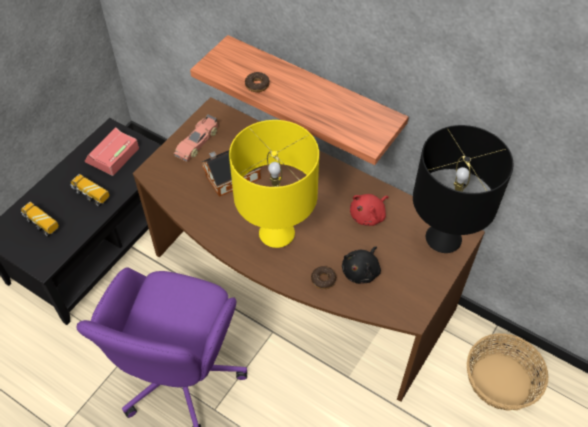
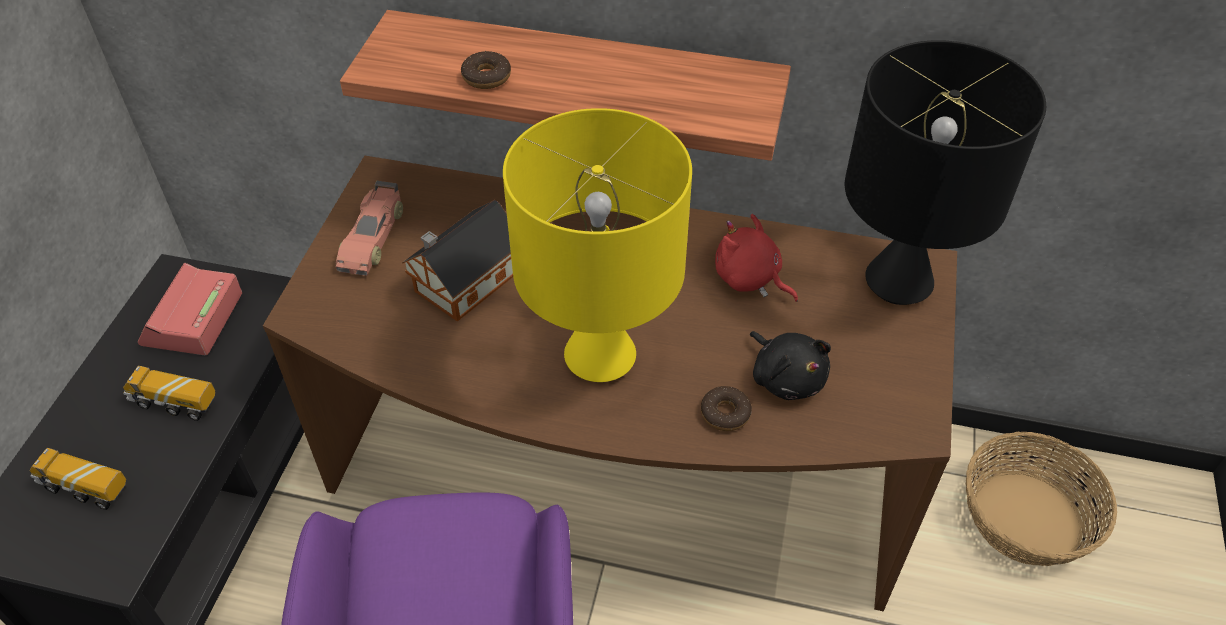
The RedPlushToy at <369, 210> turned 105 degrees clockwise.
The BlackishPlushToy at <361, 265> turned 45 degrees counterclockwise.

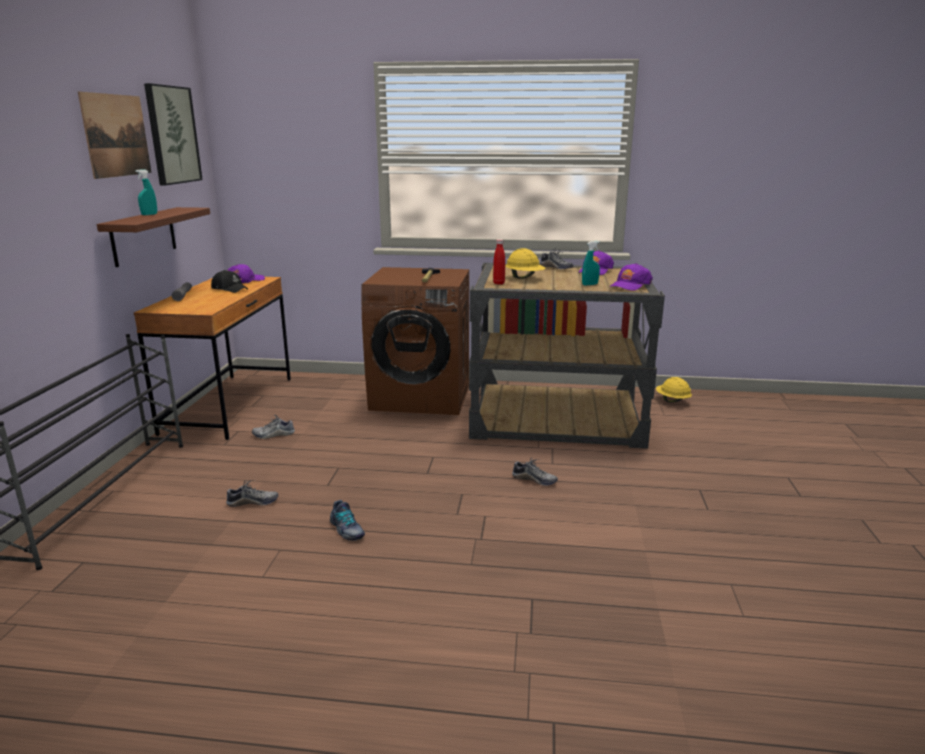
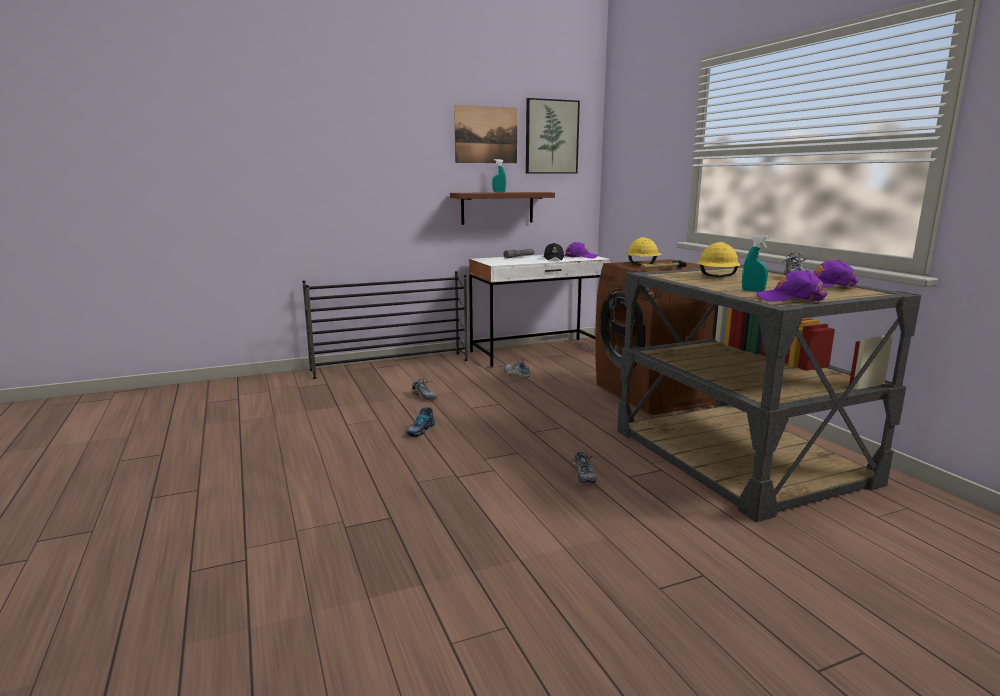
The RedDrinkBottle at <499, 262> disappeared.
The BrownColouredDesk at <212, 358> became the WhitishDesk at <540, 310>.
The YellowSafetyHelmet moved from <674, 390> to <644, 251>.

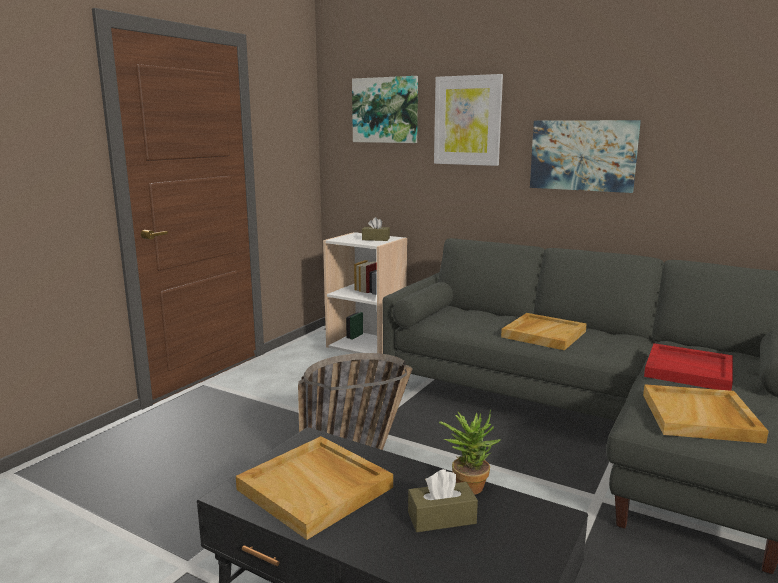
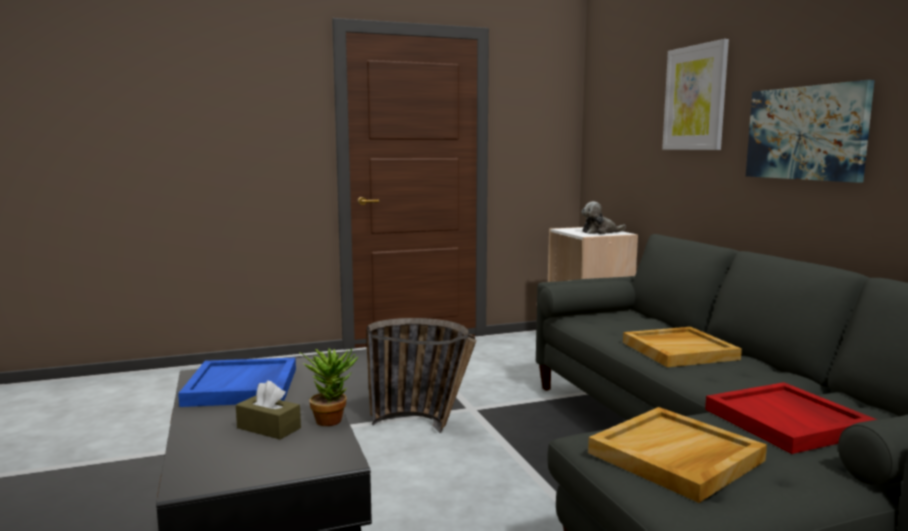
The Picture at <385, 109> disappeared.
The BrownColouredTissueHolder at <376, 229> was replaced by the PlushToy at <603, 218>.
The BeigeColouredCarryingTray at <314, 488> became the BlueColouredCarryingTray at <237, 382>.

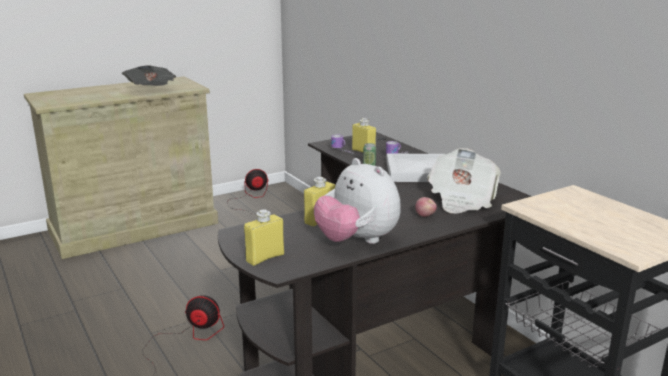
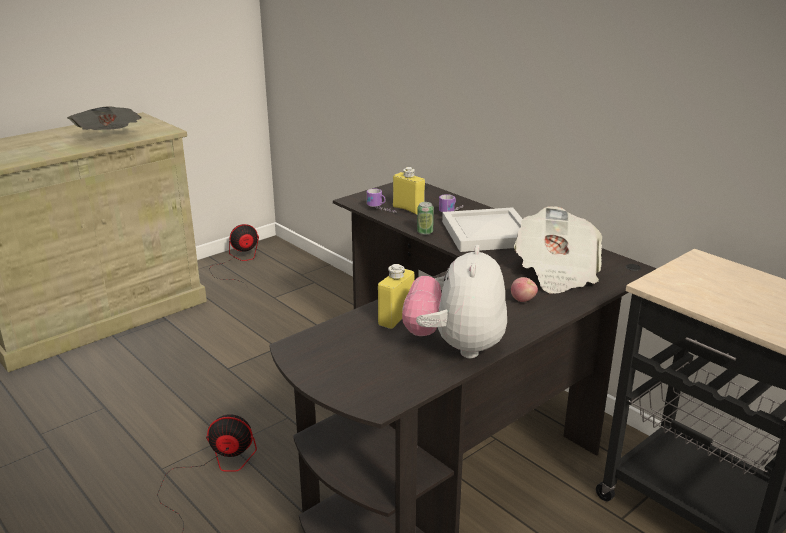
The PlushToy at <357, 201> turned 60 degrees clockwise.
The YellowDrinkBottle at <264, 237> disappeared.

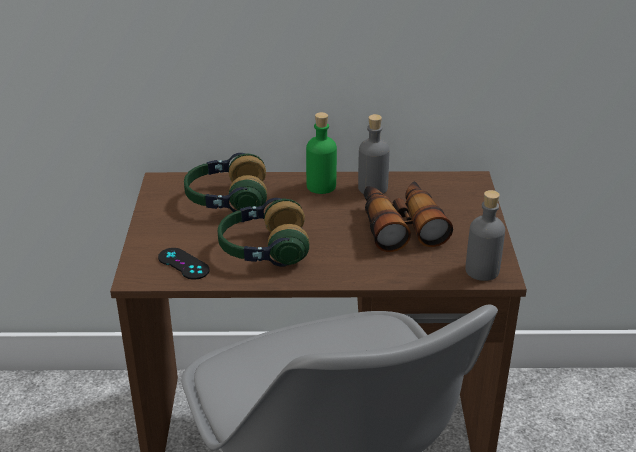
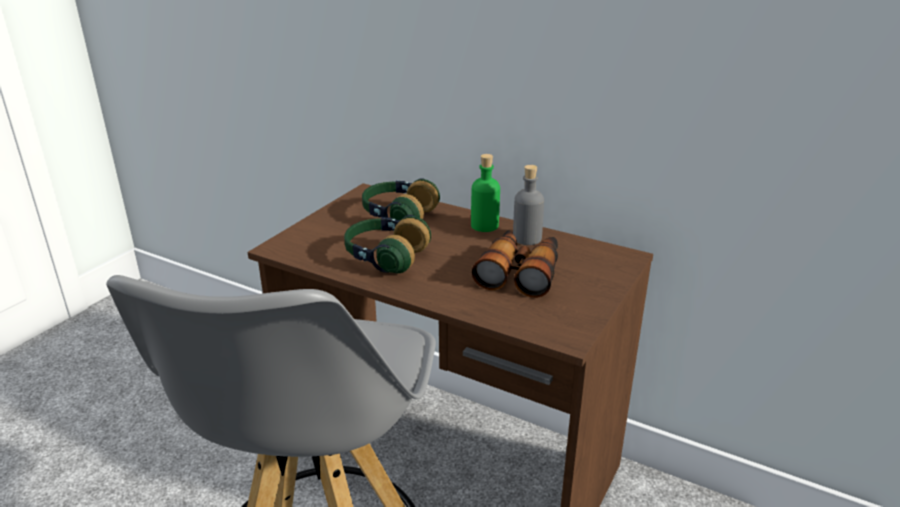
The GreyishDrinkBottle at <485, 235> disappeared.
The BlackishGamepad at <184, 264> disappeared.

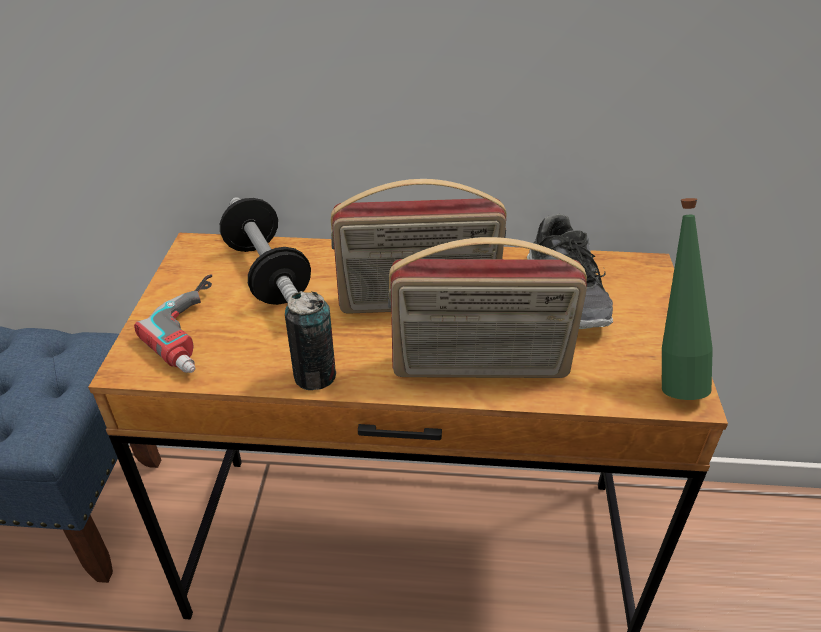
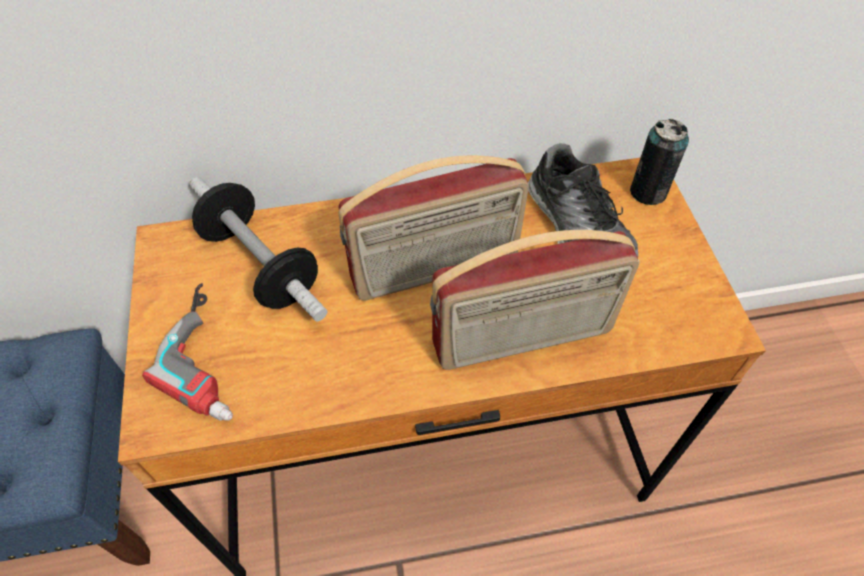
The GreenDrinkBottle at <687, 299> disappeared.
The SealedCan moved from <310, 340> to <659, 162>.

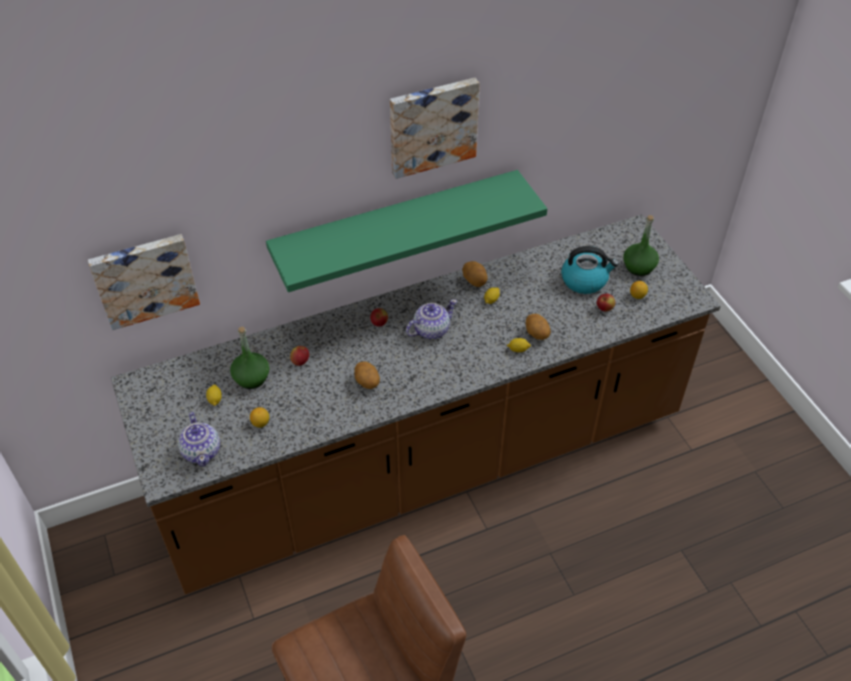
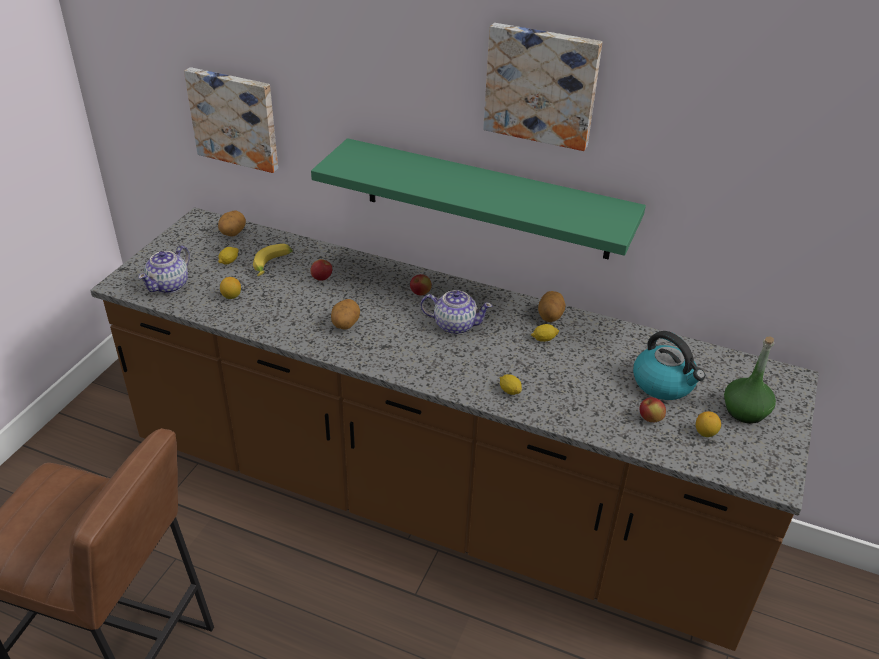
The WholePotato moved from <538, 327> to <232, 224>.
The GreenDrinkBottle at <249, 358> was replaced by the Banana at <272, 260>.

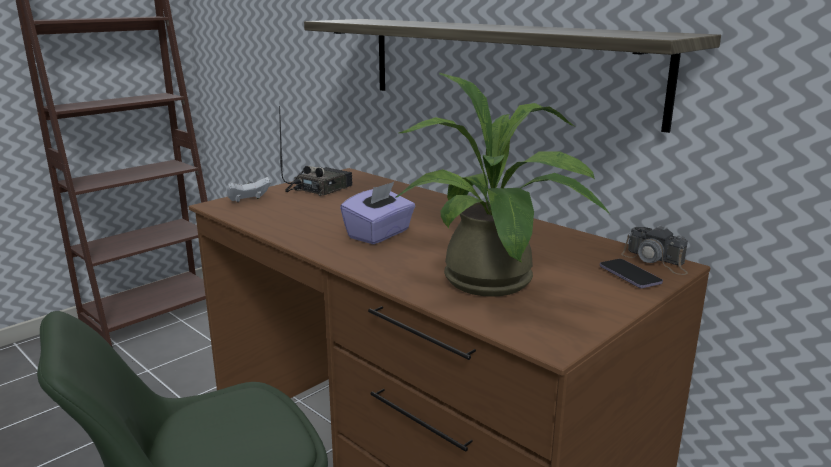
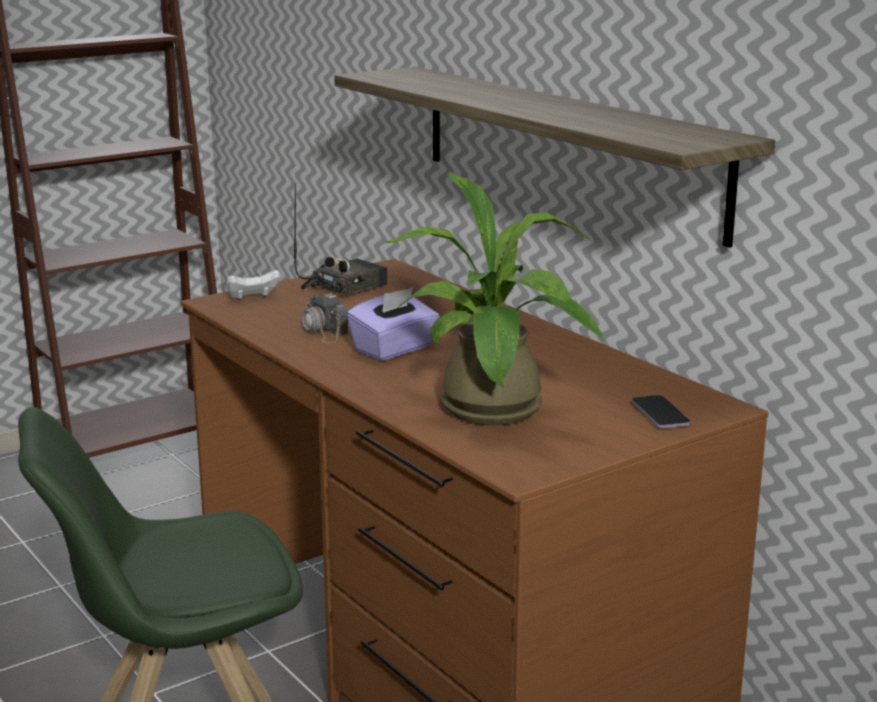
The PhotoCamera moved from <654, 250> to <323, 318>.

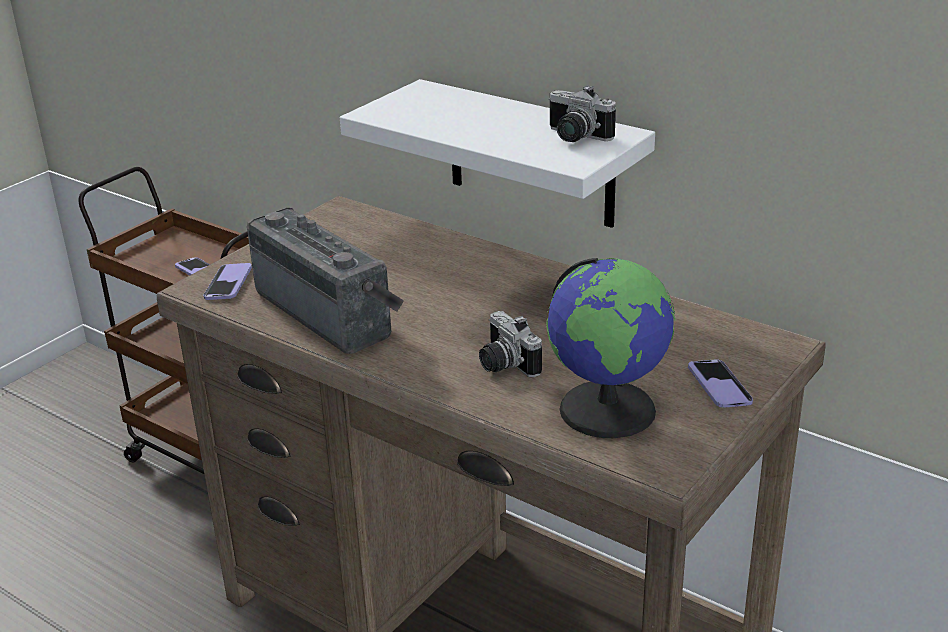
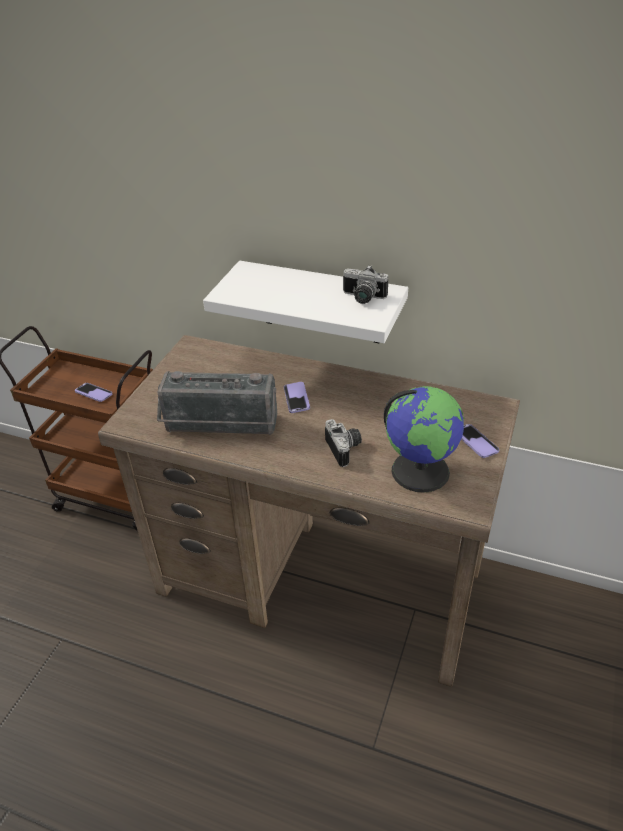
The RadioSet at <325, 281> turned 150 degrees clockwise.
The Handset moved from <227, 281> to <297, 397>.
The PhotoCamera at <510, 344> turned 150 degrees counterclockwise.

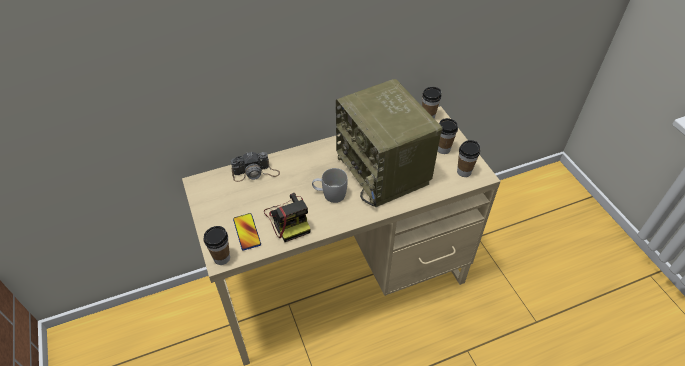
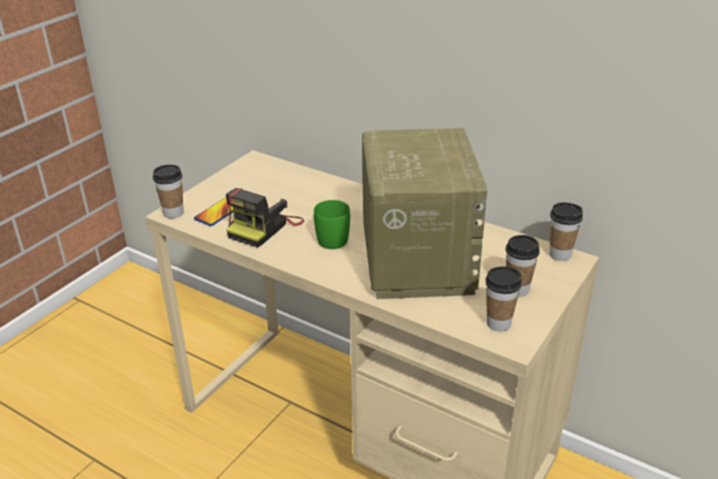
The RadioSet at <389, 143> turned 150 degrees clockwise.
The PhotoCamera at <255, 166> disappeared.
The WhitishMug at <330, 185> became the GreenMug at <332, 224>.

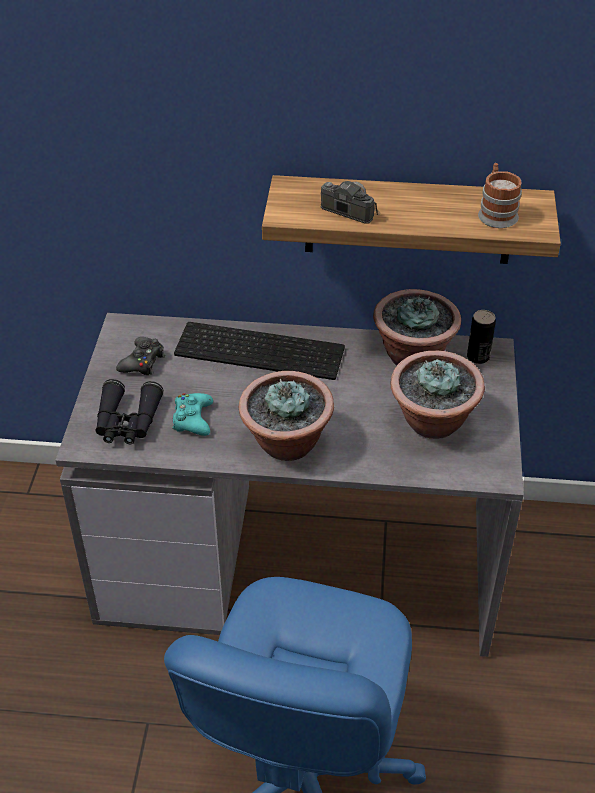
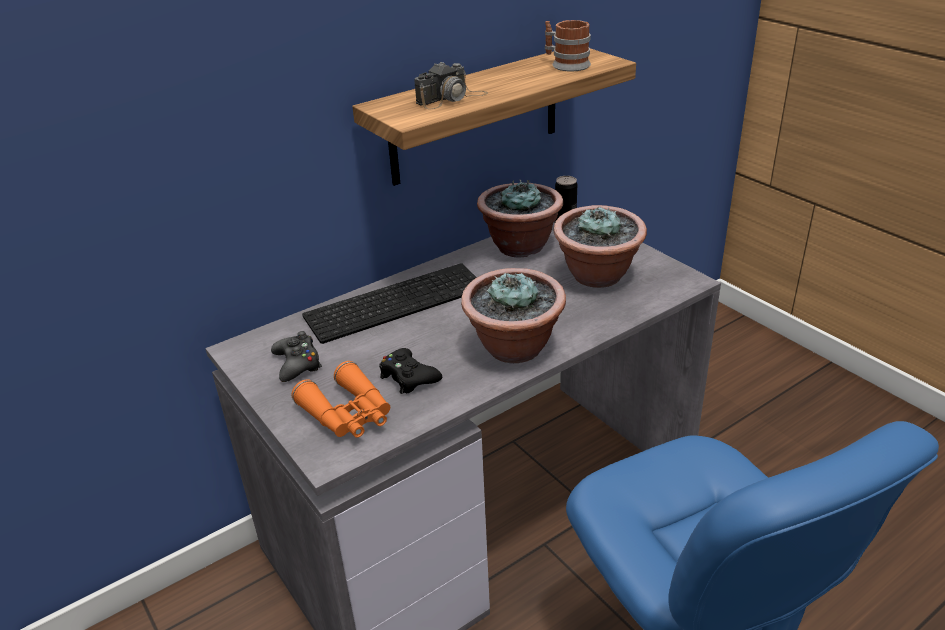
The PhotoCamera at <350, 202> turned 150 degrees clockwise.
The BlackishBinoculars at <129, 411> became the OrangeColouredBinoculars at <340, 399>.
The TurquoiseGamepad at <192, 414> became the BlackishGamepad at <410, 371>.

